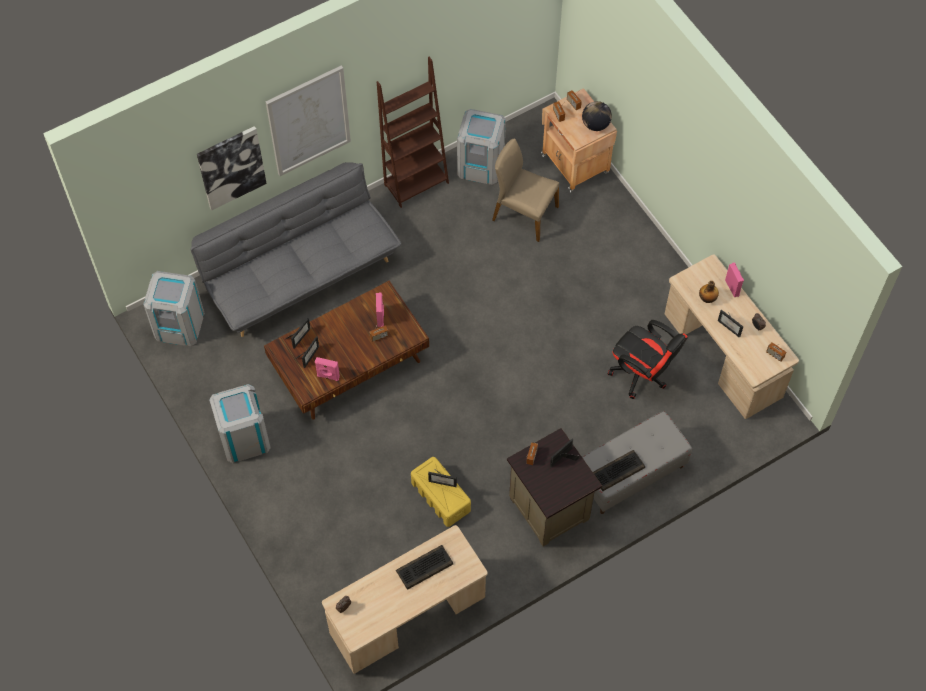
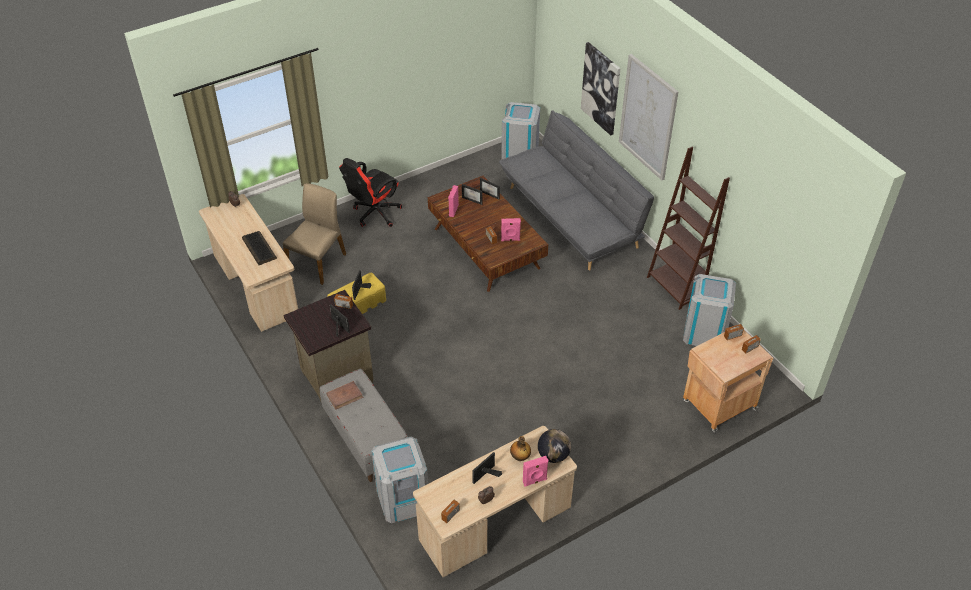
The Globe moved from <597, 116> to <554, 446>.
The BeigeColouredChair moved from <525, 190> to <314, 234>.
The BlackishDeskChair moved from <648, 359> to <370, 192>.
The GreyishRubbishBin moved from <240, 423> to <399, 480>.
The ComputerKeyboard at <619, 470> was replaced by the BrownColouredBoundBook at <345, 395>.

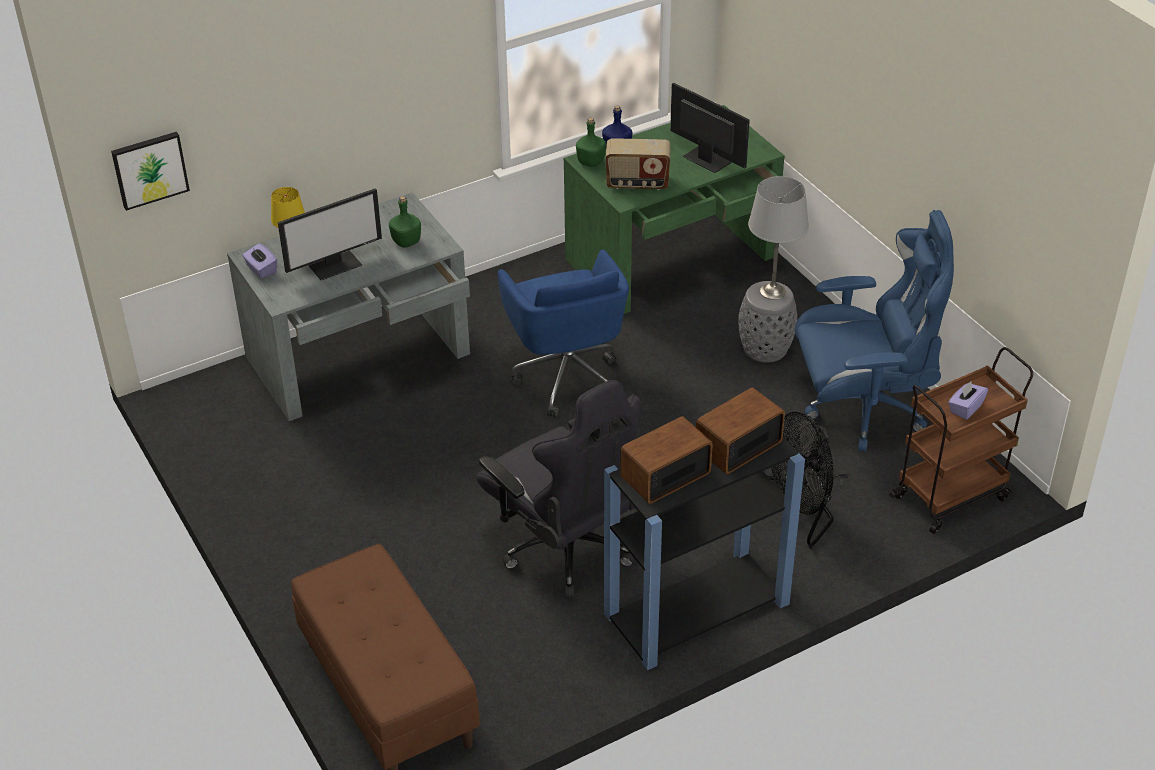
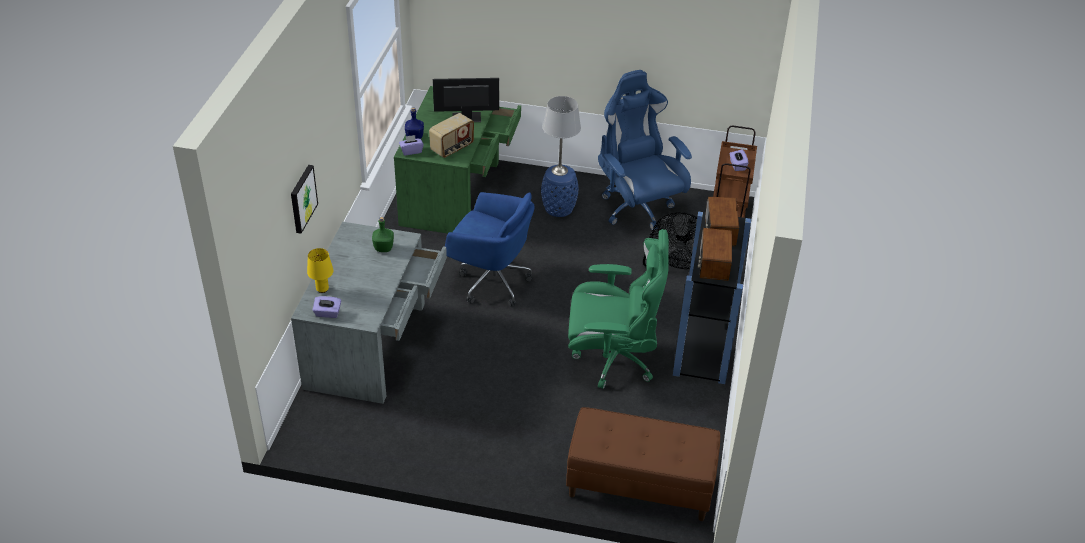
The GreenDrinkBottle at <591, 142> was replaced by the PurplishTissueHolder at <411, 145>.
The Picture moved from <150, 171> to <304, 199>.
The ComputerDisplay at <330, 234> disappeared.
The BlueColouredDeskChair at <874, 331> turned 60 degrees counterclockwise.
The GreyishStoolSeat at <767, 321> became the BlueColouredStoolSeat at <560, 191>.
The BlackishDeskChair at <558, 489> became the GreenDeskChair at <618, 309>.

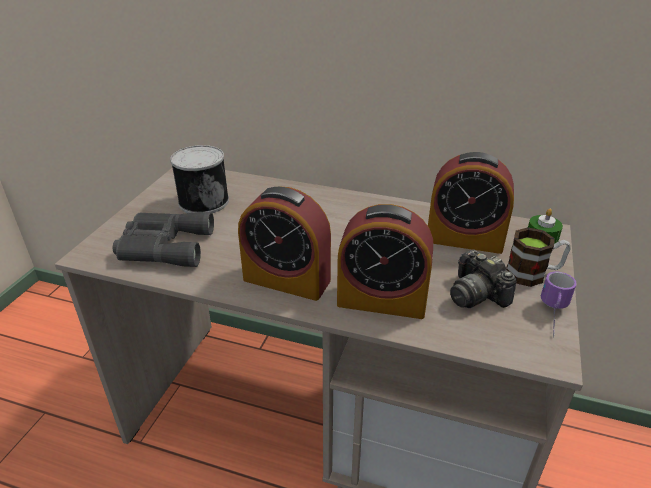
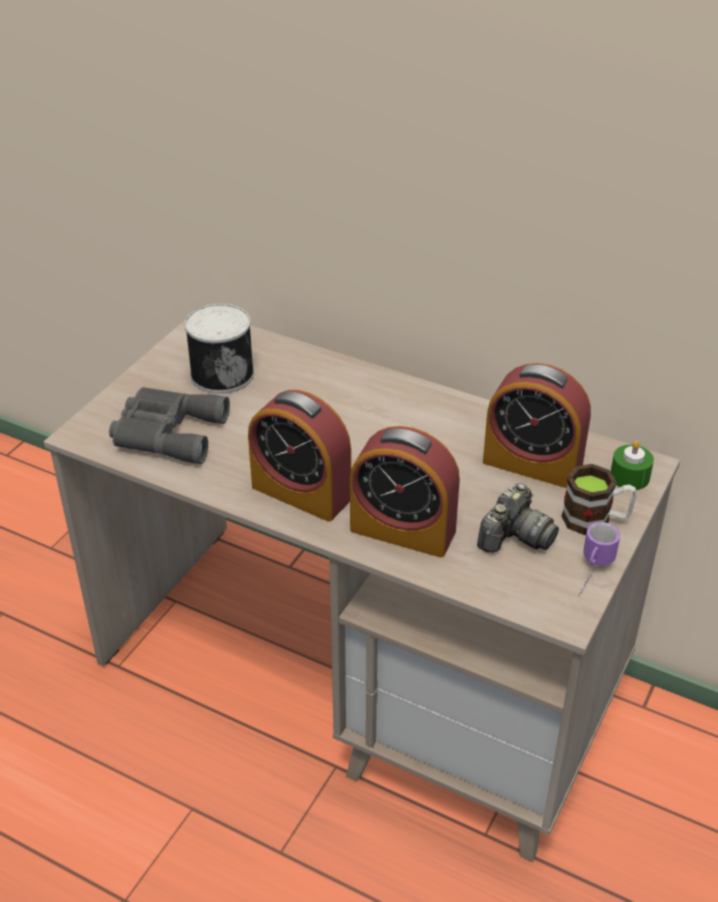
The PhotoCamera at <483, 279> turned 120 degrees counterclockwise.

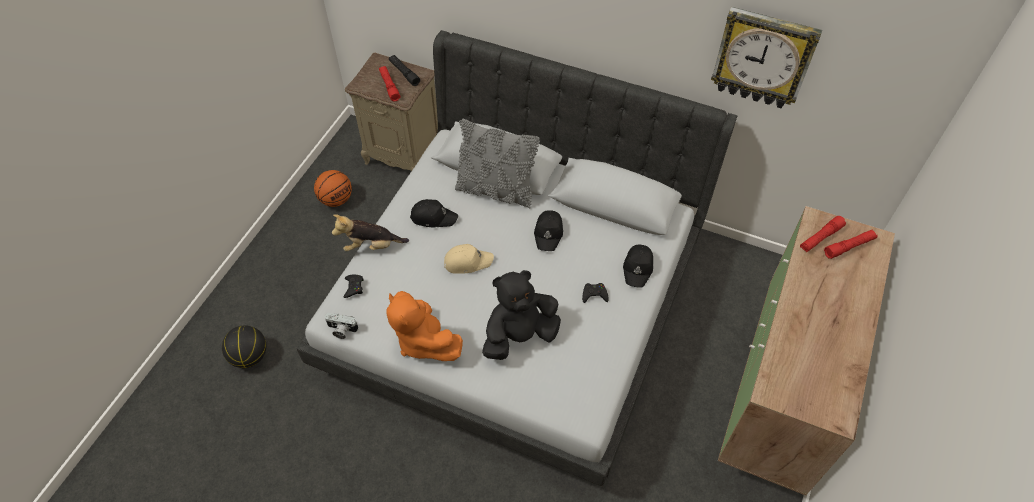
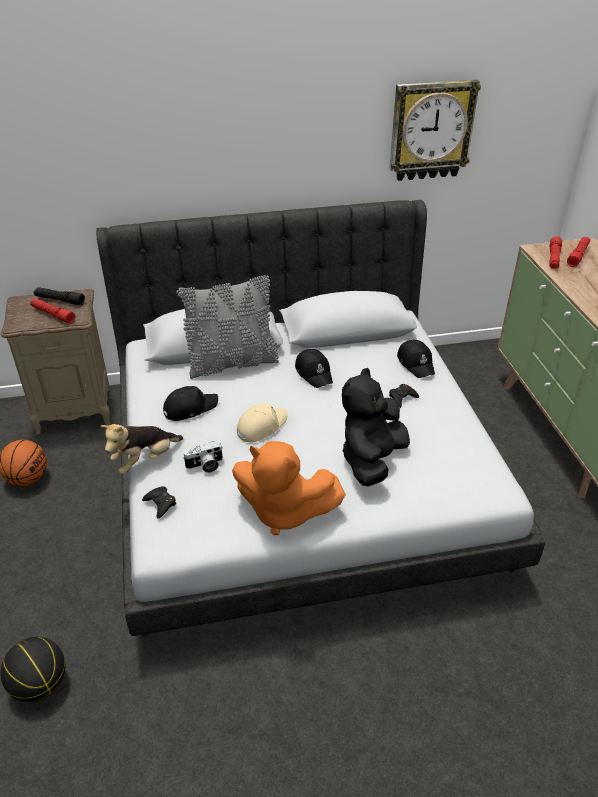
The PhotoCamera moved from <341, 326> to <203, 457>.

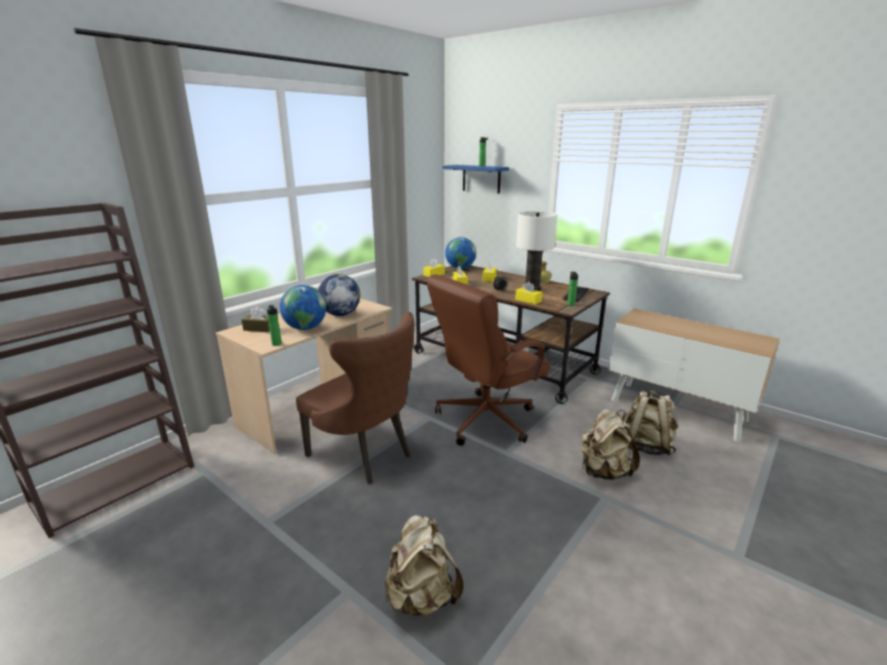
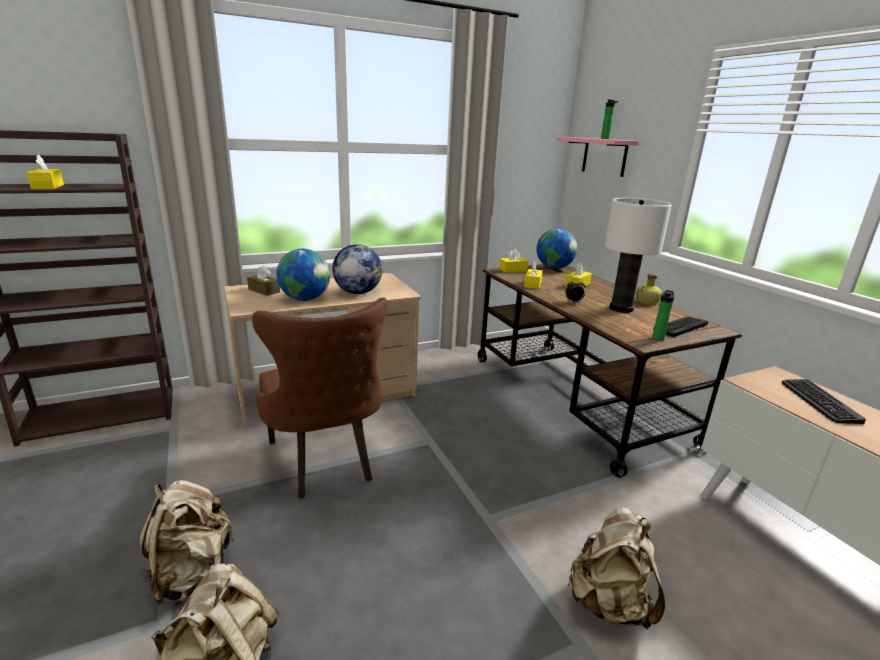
The BlueColouredWallShelf at <476, 179> became the PinkishWallShelf at <597, 157>.
The BrownColouredDeskChair at <488, 360> disappeared.
The YellowTissueHolder moved from <528, 292> to <45, 172>.
The DrinkBottle at <274, 325> disappeared.
The BeigeColouredBackpack moved from <651, 422> to <187, 542>.
The ComputerKeyboard at <824, 401> appeared.

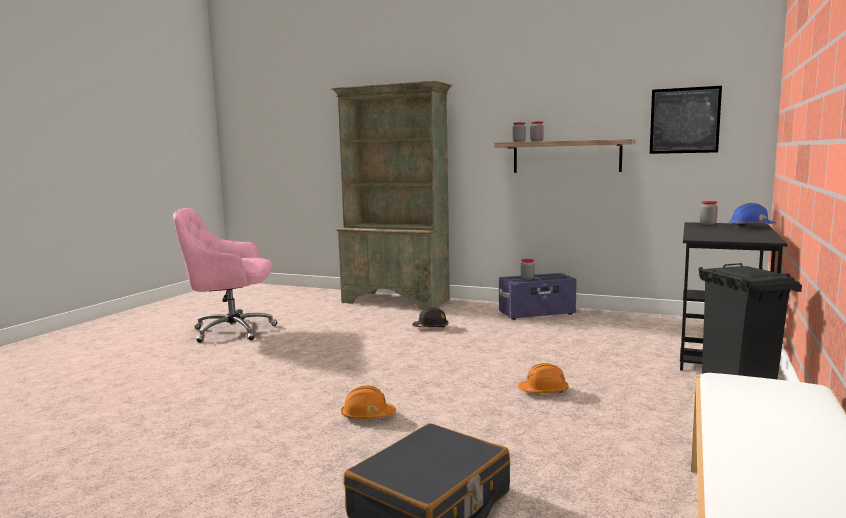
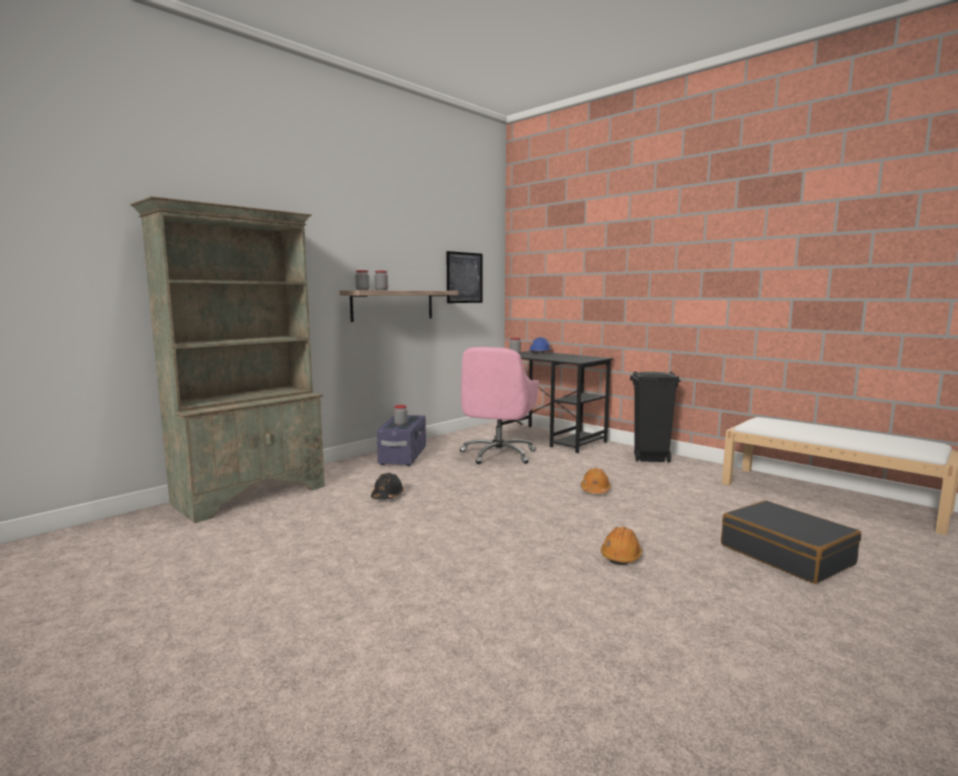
The PinkishDeskChair moved from <225, 275> to <499, 405>.

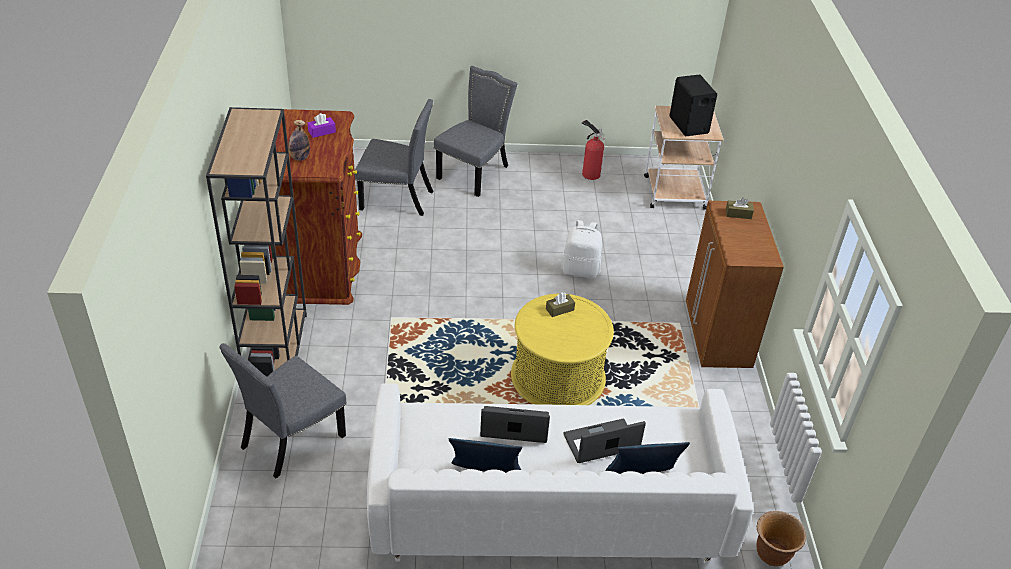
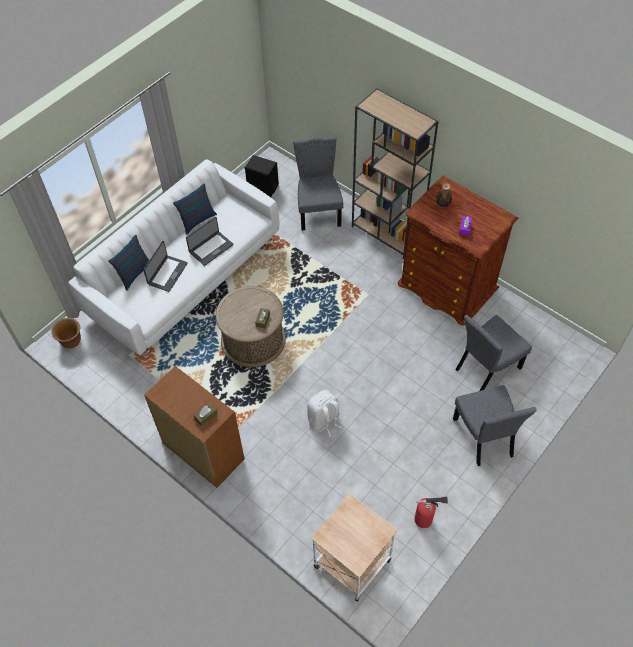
The BlackishSpeaker moved from <693, 105> to <261, 176>.
The YellowLowTable at <562, 349> became the BrownColouredLowTable at <251, 326>.

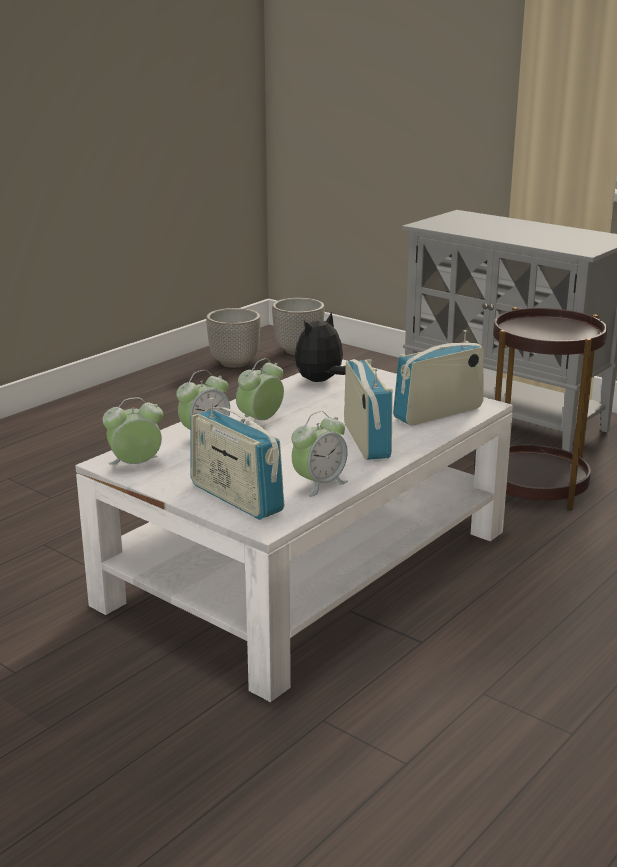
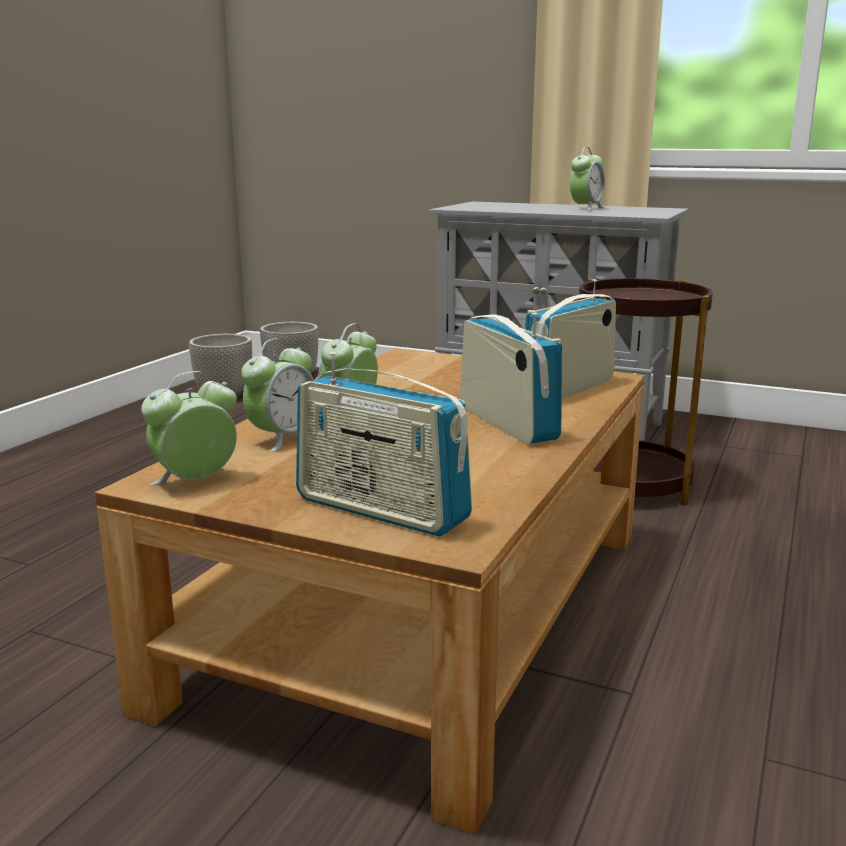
The PlushToy at <320, 347> disappeared.
The WhitishLowTable at <294, 530> became the BrownColouredLowTable at <369, 591>.
The AlarmClock moved from <319, 454> to <587, 179>.

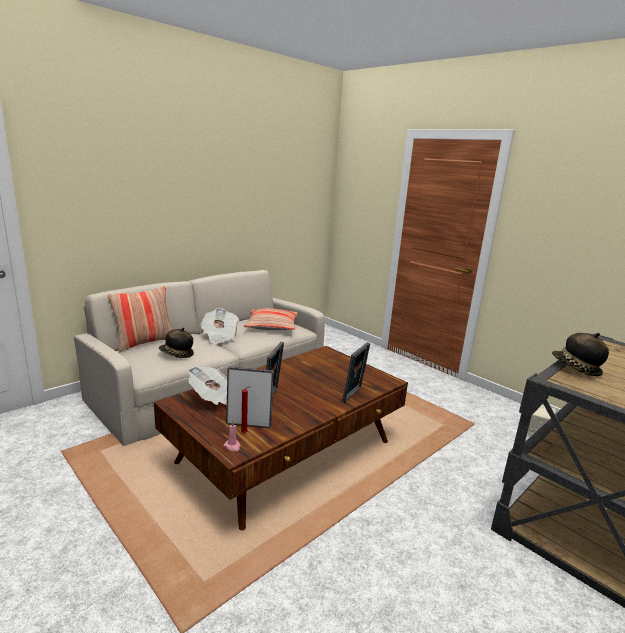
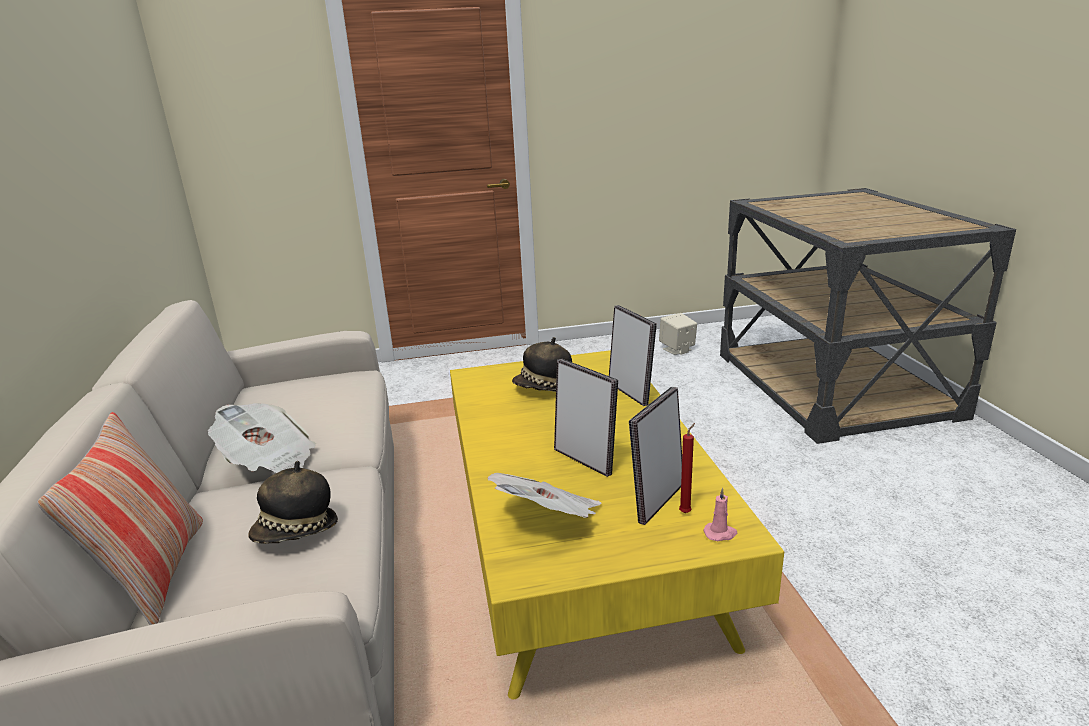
The Cushion at <271, 319> disappeared.
The Hat moved from <580, 355> to <542, 364>.
The BrownColouredLowTable at <281, 438> became the YellowLowTable at <617, 524>.

